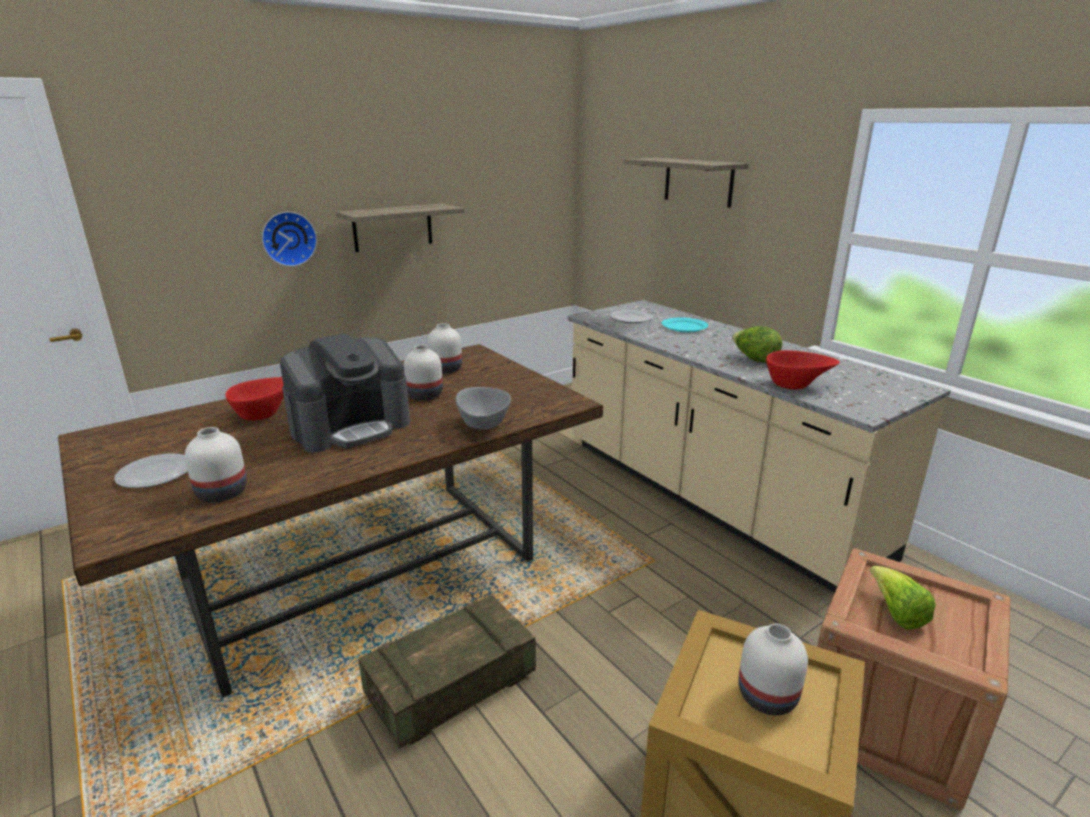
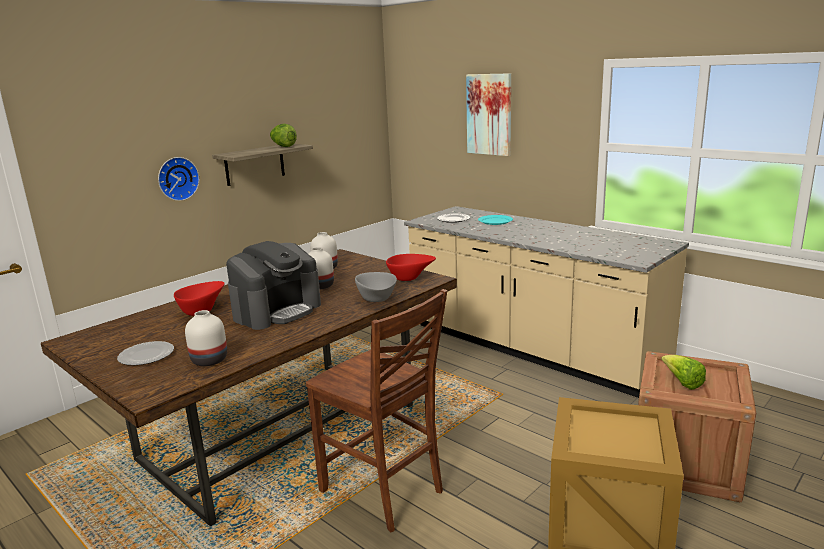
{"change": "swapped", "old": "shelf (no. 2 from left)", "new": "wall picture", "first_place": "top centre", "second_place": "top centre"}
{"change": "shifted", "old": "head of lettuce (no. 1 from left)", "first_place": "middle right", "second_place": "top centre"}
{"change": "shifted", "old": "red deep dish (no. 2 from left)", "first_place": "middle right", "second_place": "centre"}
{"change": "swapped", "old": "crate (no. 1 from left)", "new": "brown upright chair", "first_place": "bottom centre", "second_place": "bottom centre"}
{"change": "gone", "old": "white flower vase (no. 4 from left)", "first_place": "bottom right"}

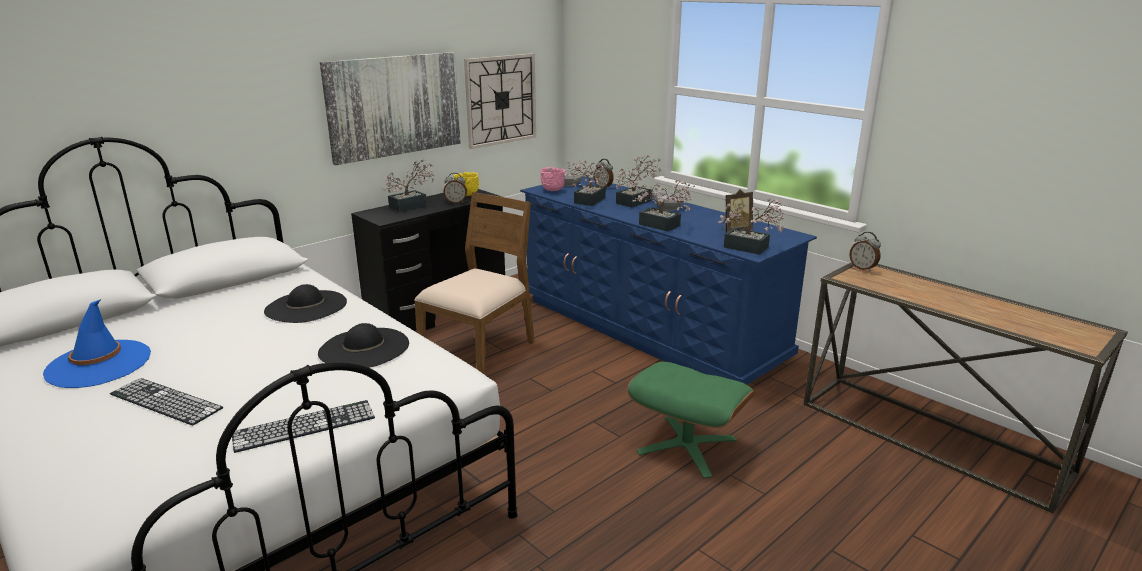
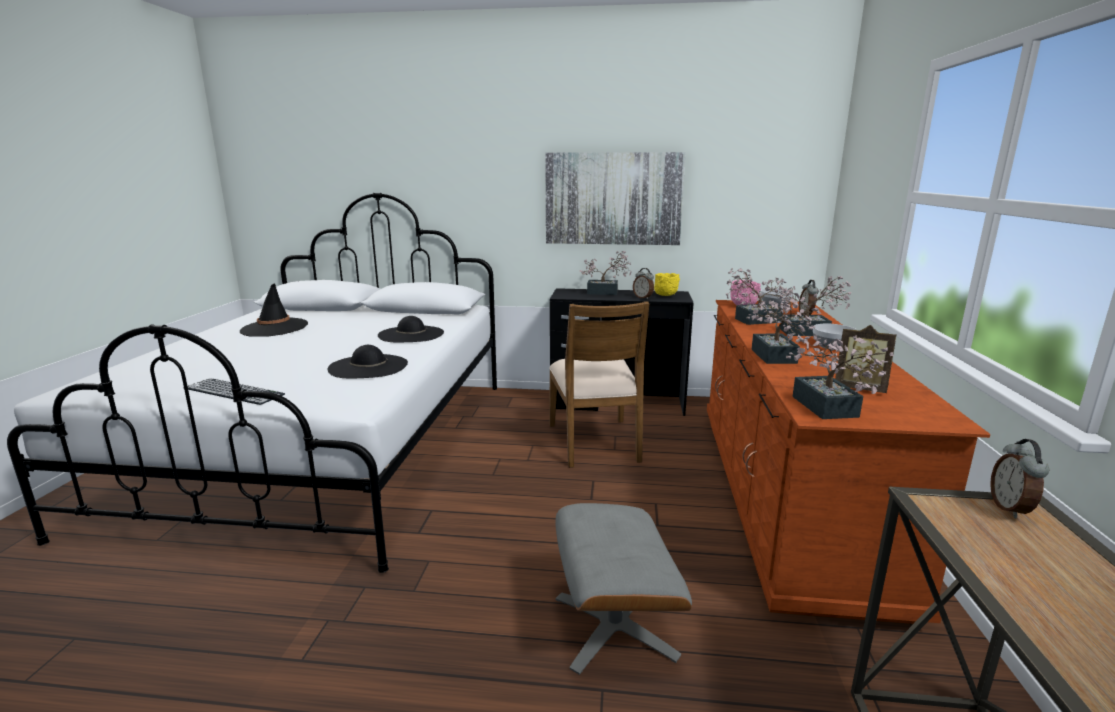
{"change": "gone", "old": "wall clock", "first_place": "top centre"}
{"change": "repainted", "old": "blue-coloured drawer chest", "new": "brown drawer chest", "first_place": "centre", "second_place": "middle right"}
{"change": "rotated", "old": "brown upright chair", "first_place": "centre", "second_place": "centre", "degrees": 90}
{"change": "repainted", "old": "blue-coloured hat", "new": "black hat (no. 1 from left)", "first_place": "middle left", "second_place": "middle left"}
{"change": "repainted", "old": "green pouffe", "new": "gray pouffe", "first_place": "bottom centre", "second_place": "bottom centre"}
{"change": "gone", "old": "PC keyboard (no. 1 from left)", "first_place": "bottom left"}

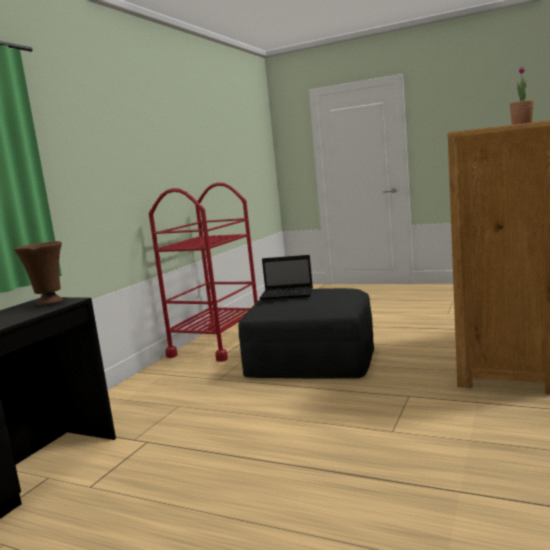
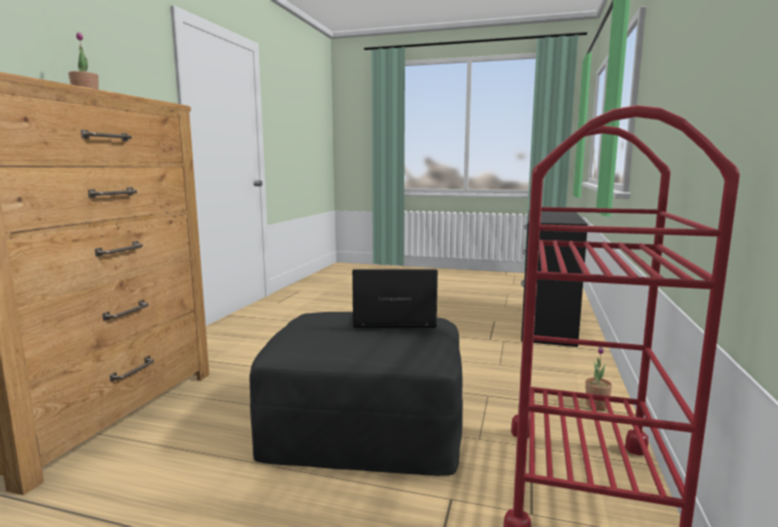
{"change": "gone", "old": "brown flower vase", "first_place": "middle left"}
{"change": "new", "new": "potted plant (no. 2 from left)", "second_place": "bottom right"}

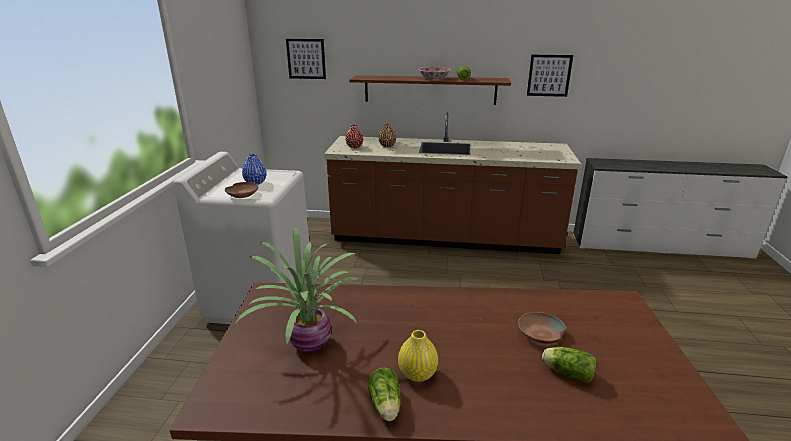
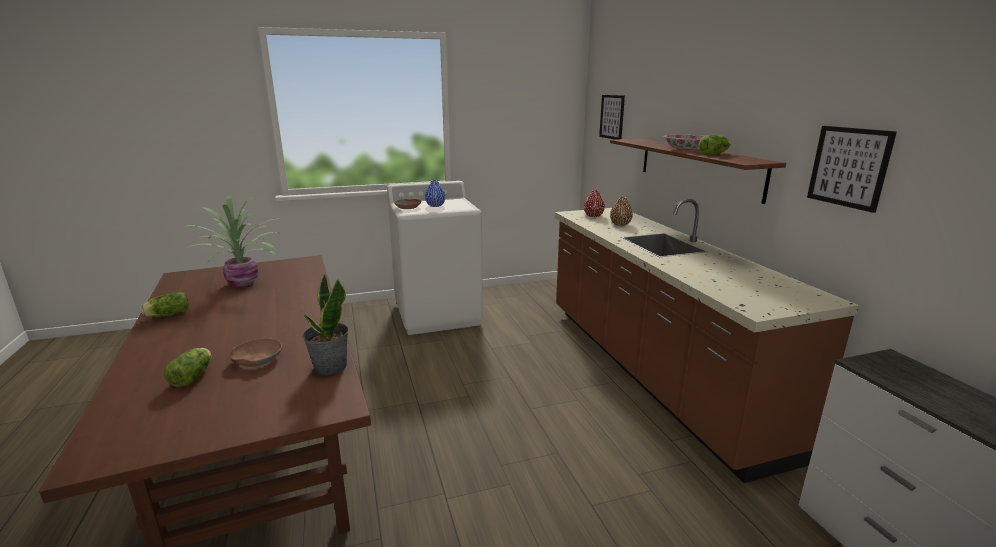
{"change": "gone", "old": "yellow-coloured flower vase", "first_place": "bottom centre"}
{"change": "new", "new": "potted plant (no. 2 from left)", "second_place": "middle left"}

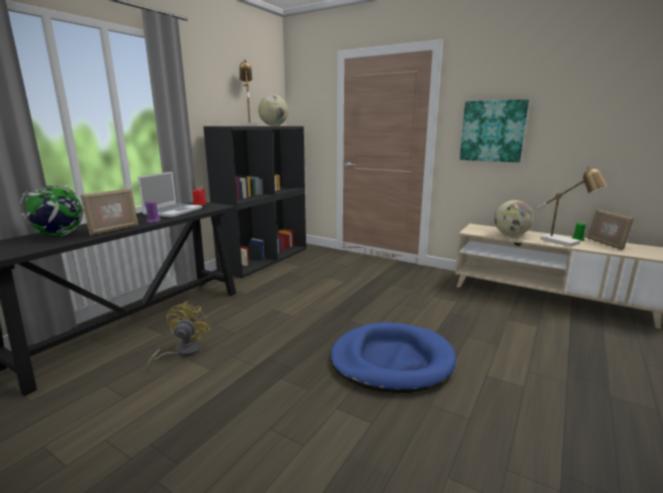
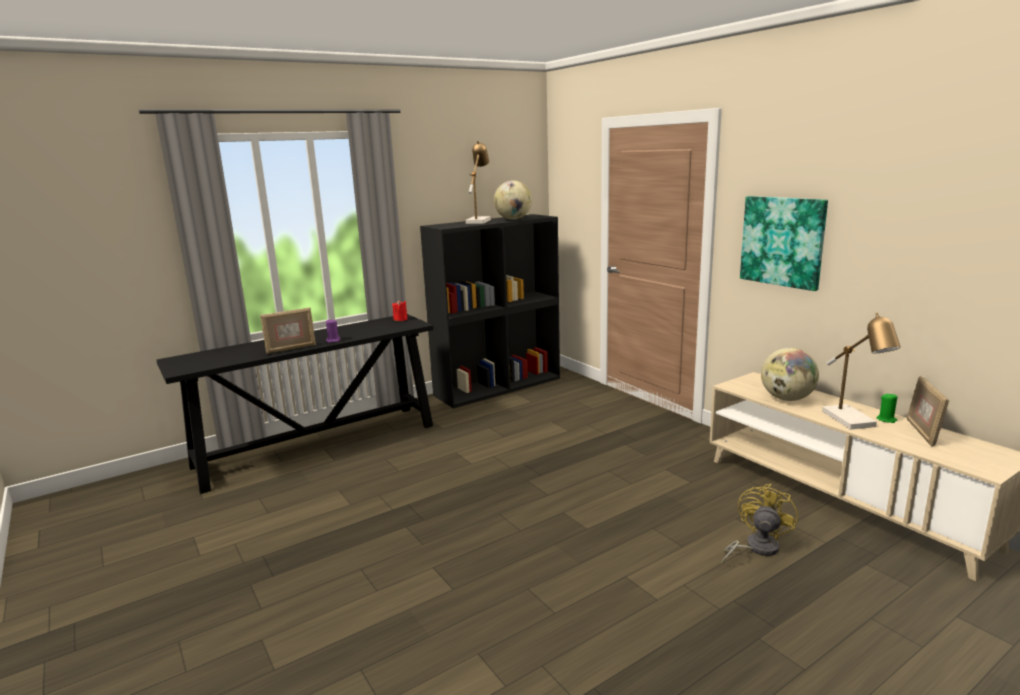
{"change": "gone", "old": "laptop", "first_place": "middle left"}
{"change": "gone", "old": "world globe (no. 1 from left)", "first_place": "middle left"}
{"change": "shifted", "old": "yellow-coloured electric fan", "first_place": "bottom left", "second_place": "bottom right"}
{"change": "gone", "old": "blue-coloured pet bed", "first_place": "bottom centre"}

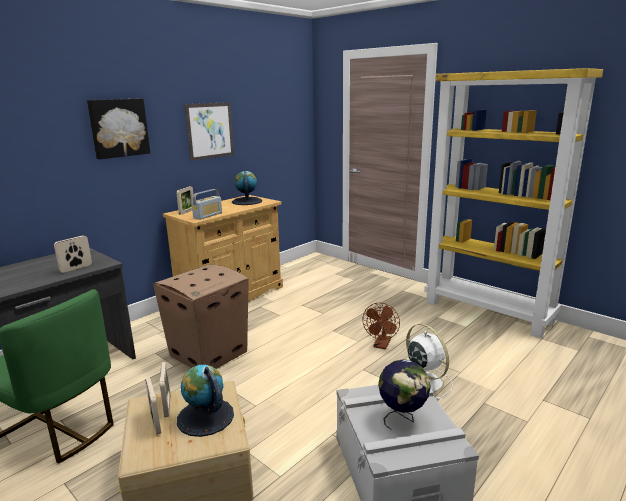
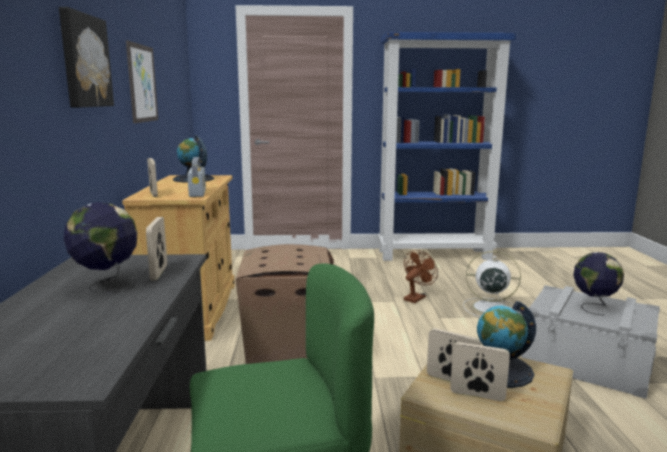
{"change": "repainted", "old": "yellow-coloured shelving unit", "new": "blue-coloured shelving unit", "first_place": "middle right", "second_place": "top right"}
{"change": "rotated", "old": "brown electric fan", "first_place": "centre", "second_place": "centre", "degrees": -120}
{"change": "new", "new": "world globe (no. 1 from left)", "second_place": "middle left"}

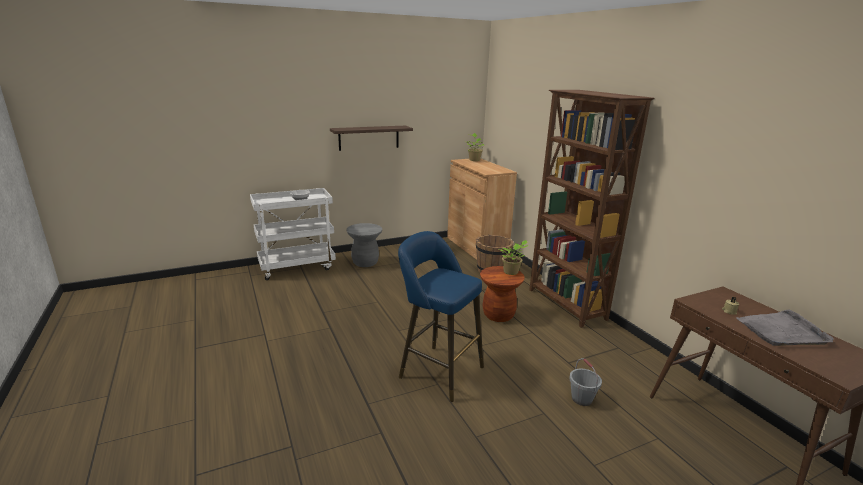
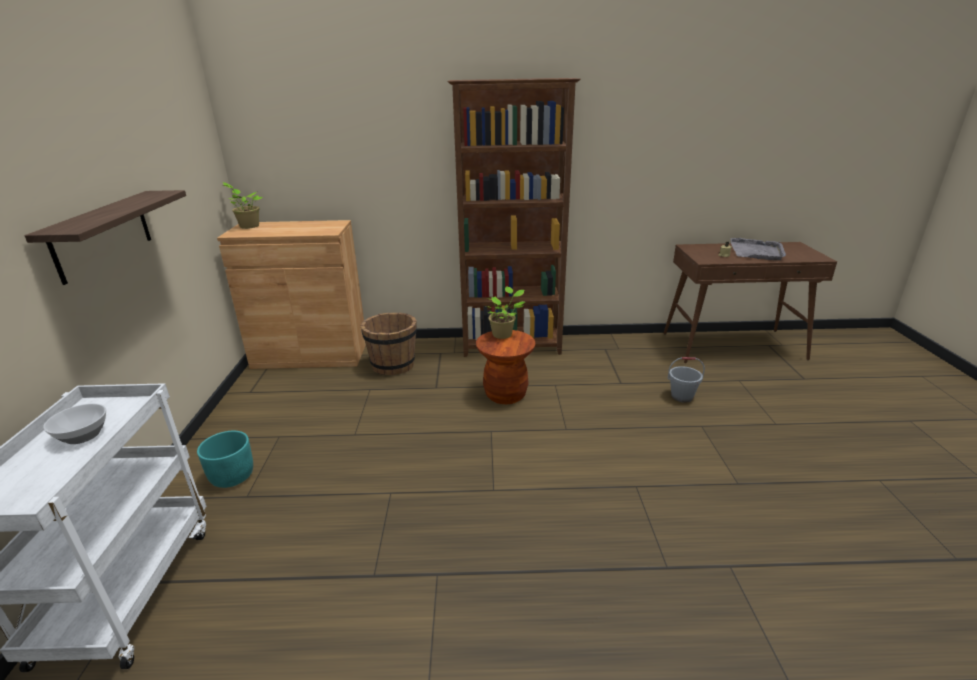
{"change": "swapped", "old": "gray stool seat", "new": "turquoise plant pot", "first_place": "centre", "second_place": "bottom left"}
{"change": "gone", "old": "blue-coloured stool seat", "first_place": "centre"}

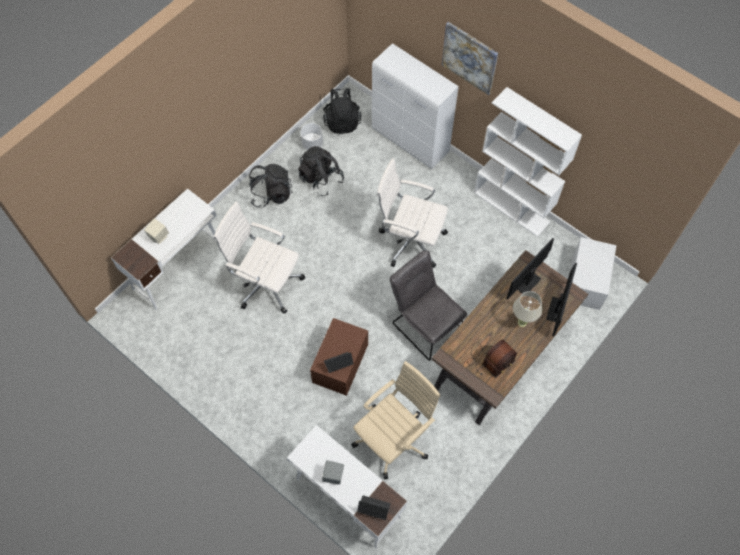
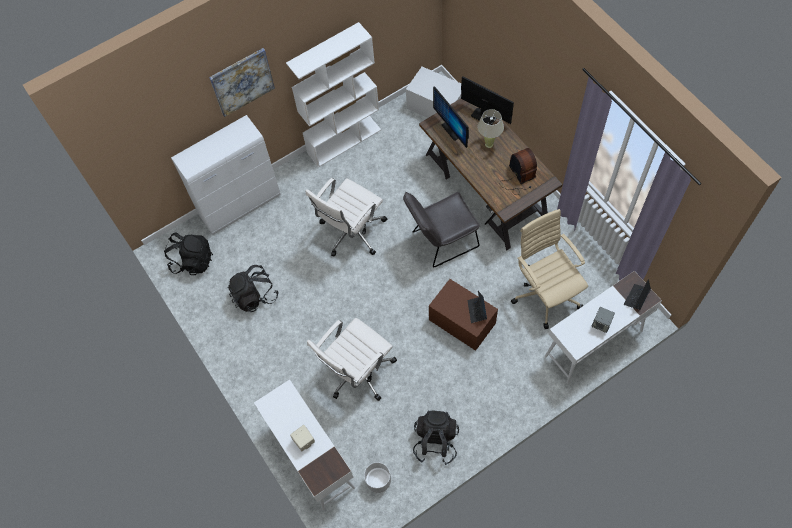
{"change": "shifted", "old": "white plant pot", "first_place": "top centre", "second_place": "bottom centre"}
{"change": "shifted", "old": "black rucksack (no. 1 from left in the first image)", "new": "black rucksack (no. 3 from left)", "first_place": "centre", "second_place": "bottom centre"}

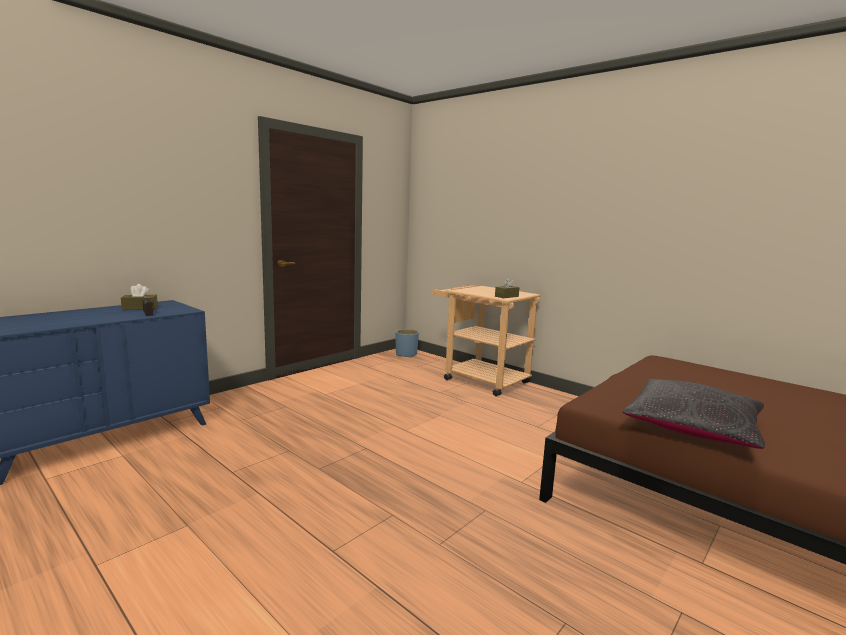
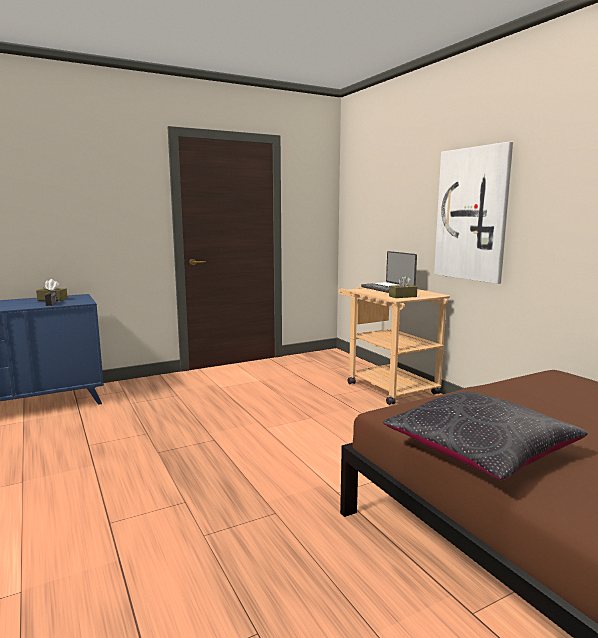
{"change": "gone", "old": "blue-coloured plant pot", "first_place": "centre"}
{"change": "new", "new": "wall picture", "second_place": "middle right"}
{"change": "new", "new": "laptop", "second_place": "centre"}

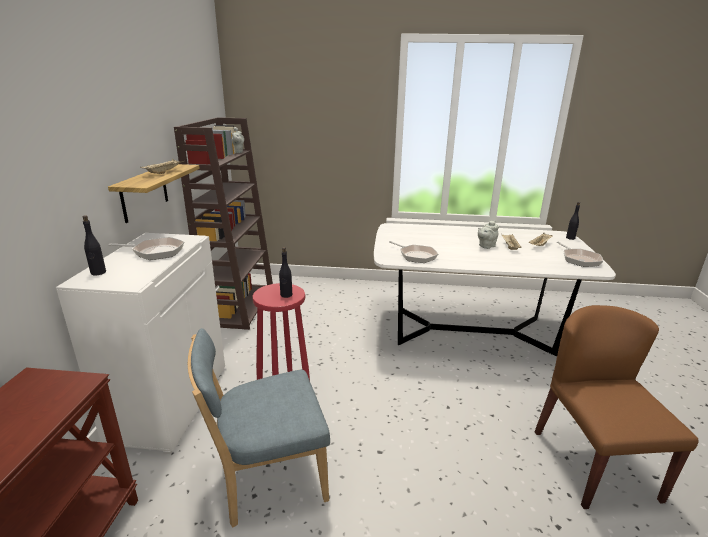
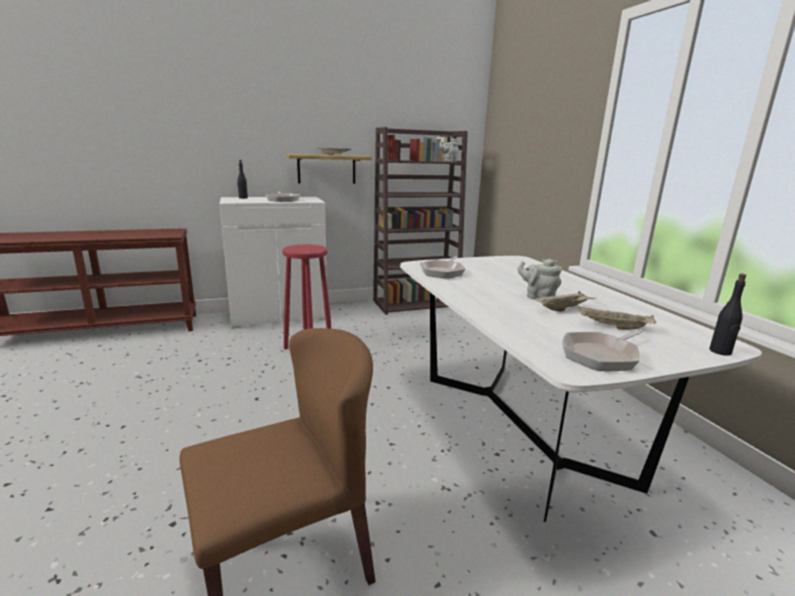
{"change": "gone", "old": "black bottle (no. 2 from left)", "first_place": "centre"}
{"change": "gone", "old": "blue-coloured upright chair", "first_place": "bottom centre"}

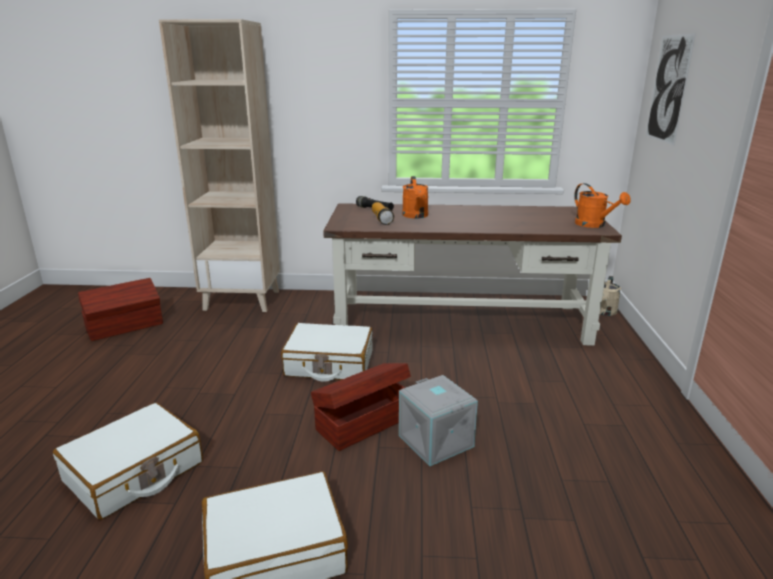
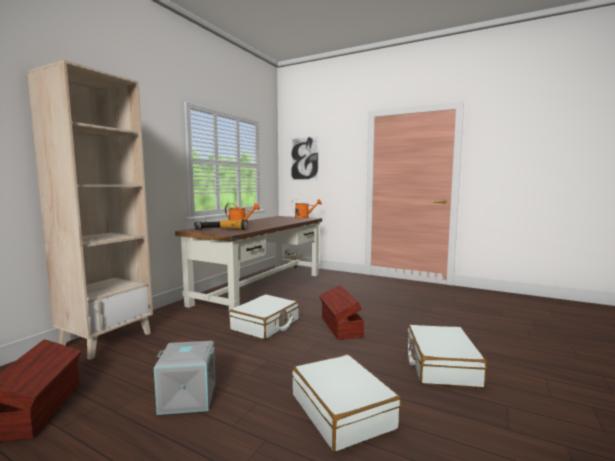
{"change": "shifted", "old": "gray storage box", "first_place": "bottom centre", "second_place": "bottom left"}

